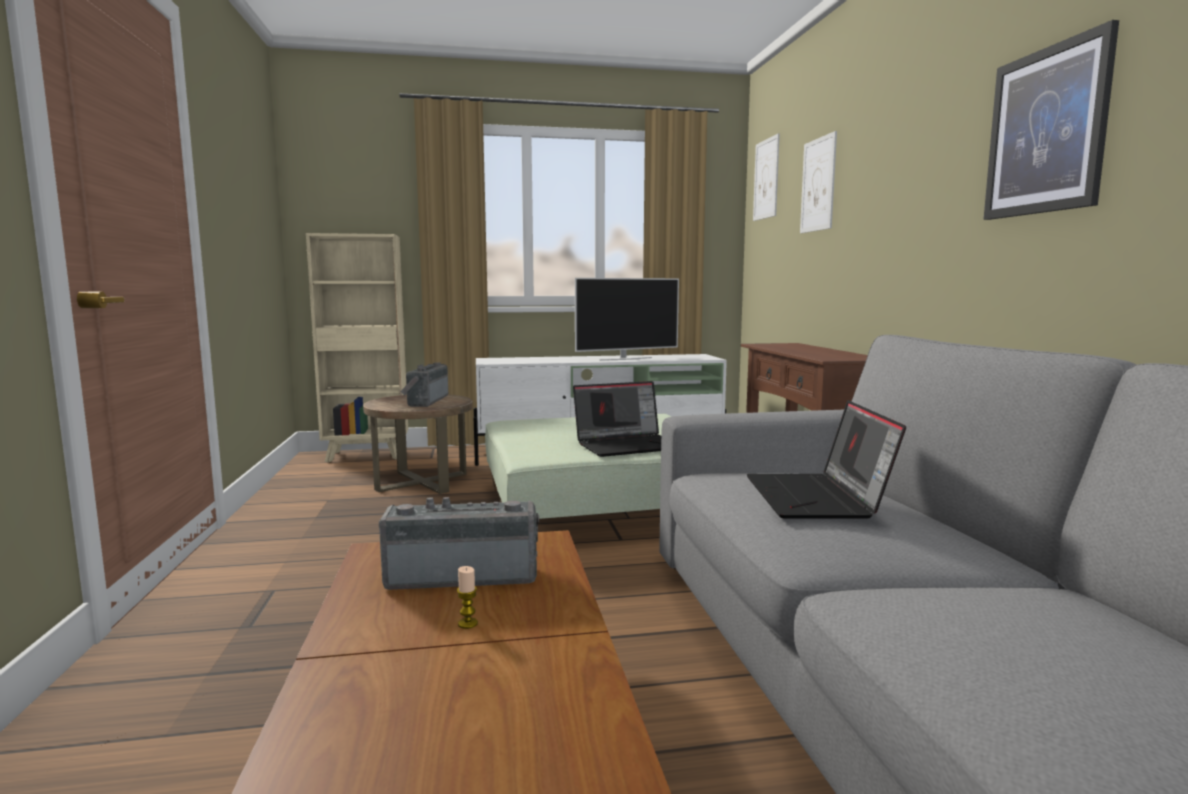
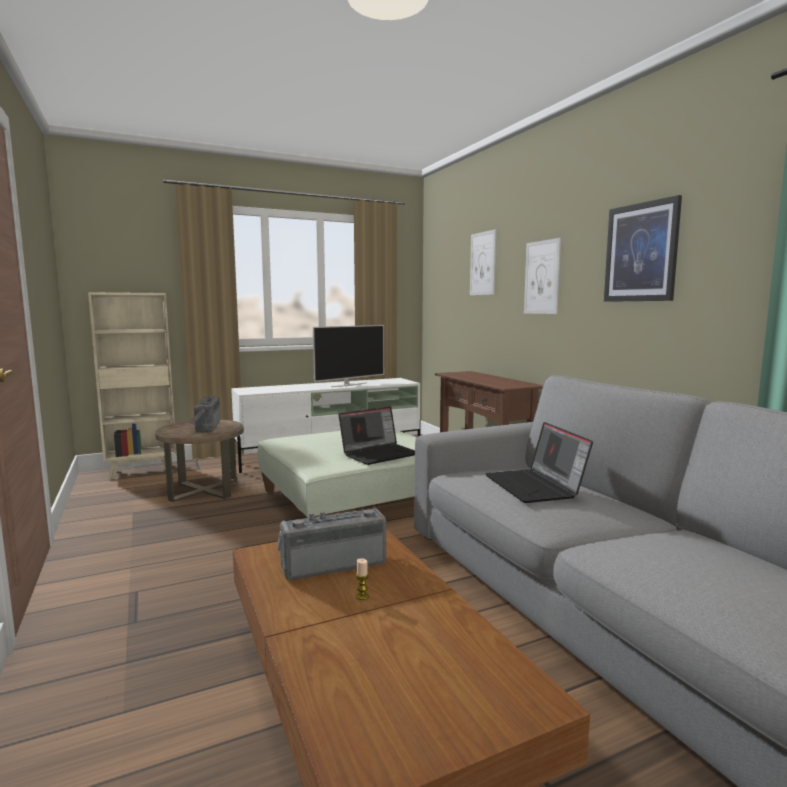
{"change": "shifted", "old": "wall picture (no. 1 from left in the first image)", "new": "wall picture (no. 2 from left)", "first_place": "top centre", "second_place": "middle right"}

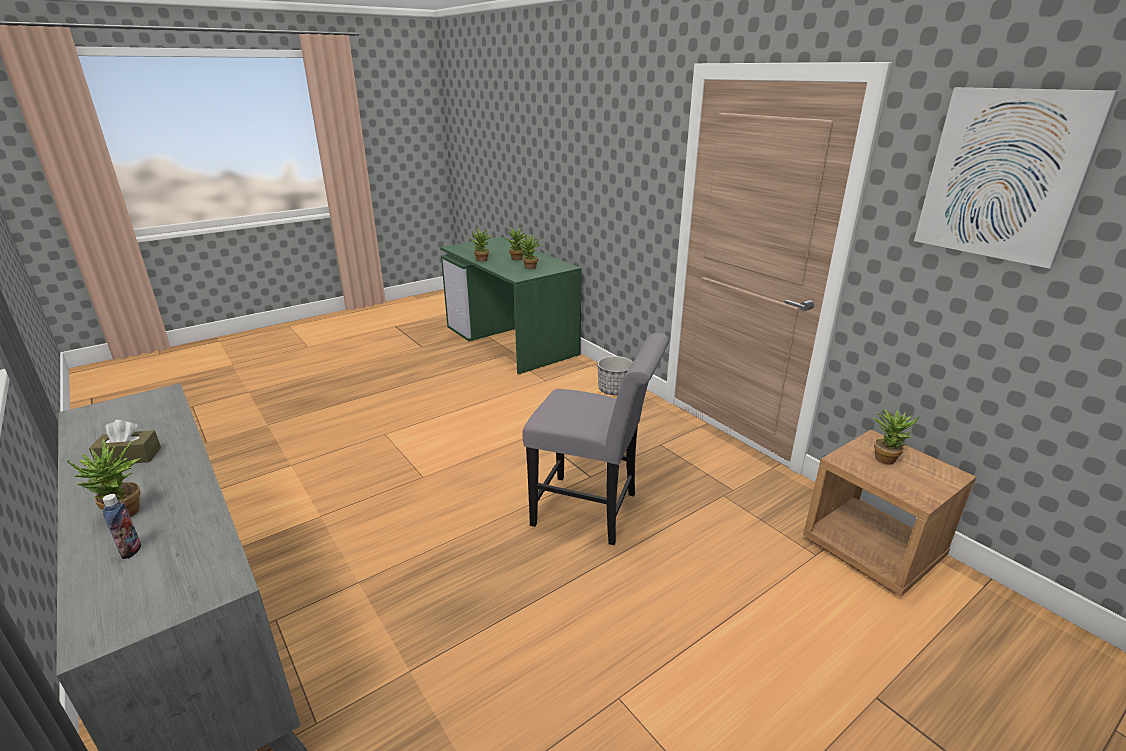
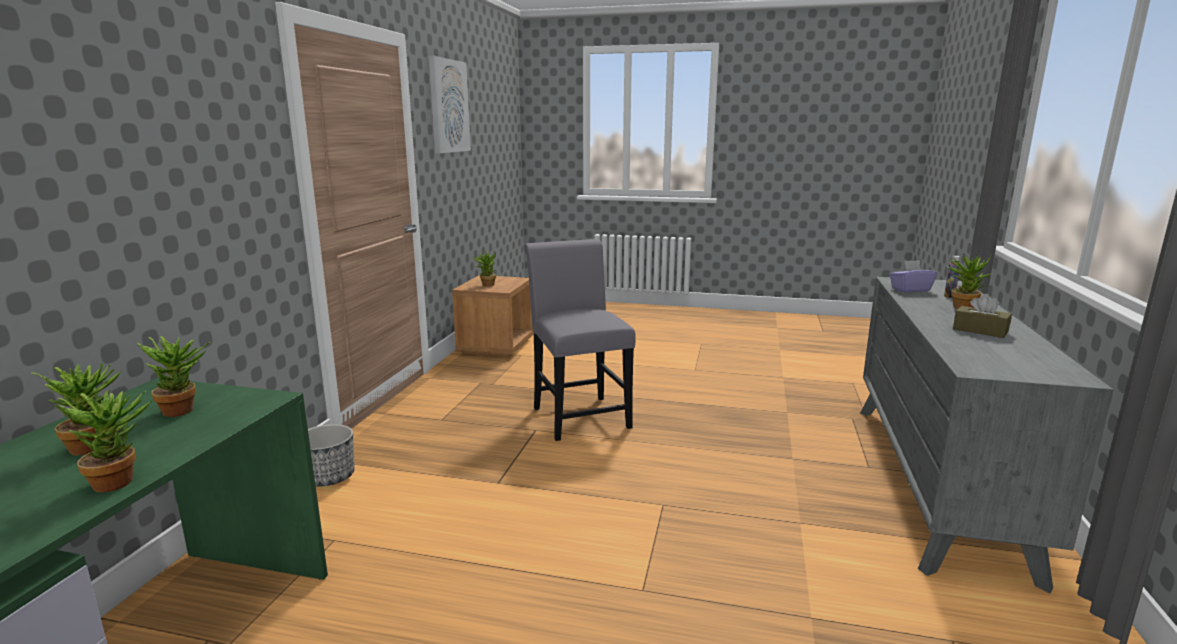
{"change": "new", "new": "purple-coloured tissue holder", "second_place": "middle right"}

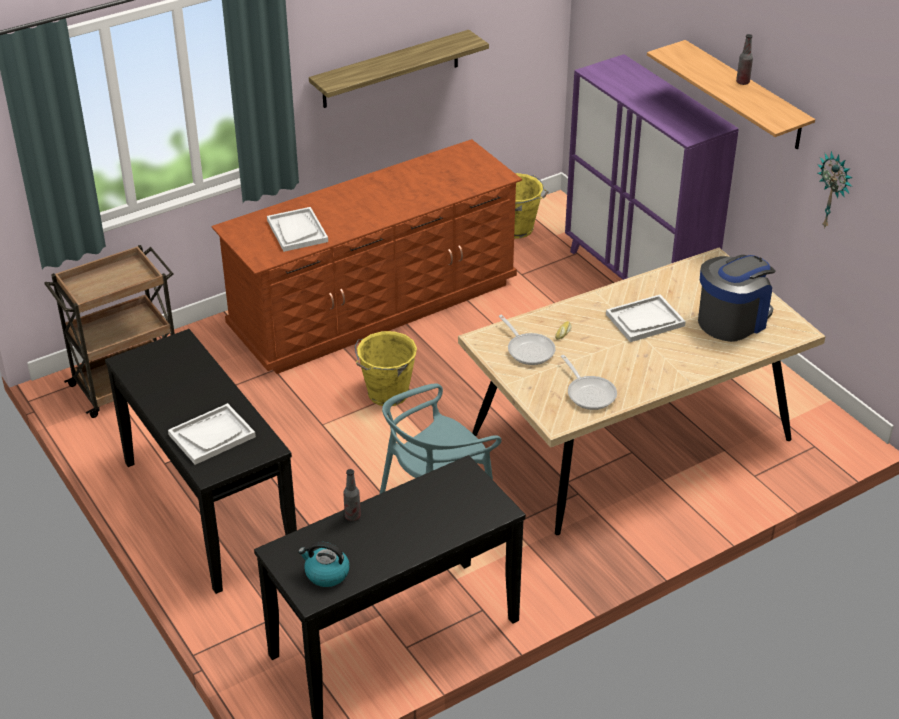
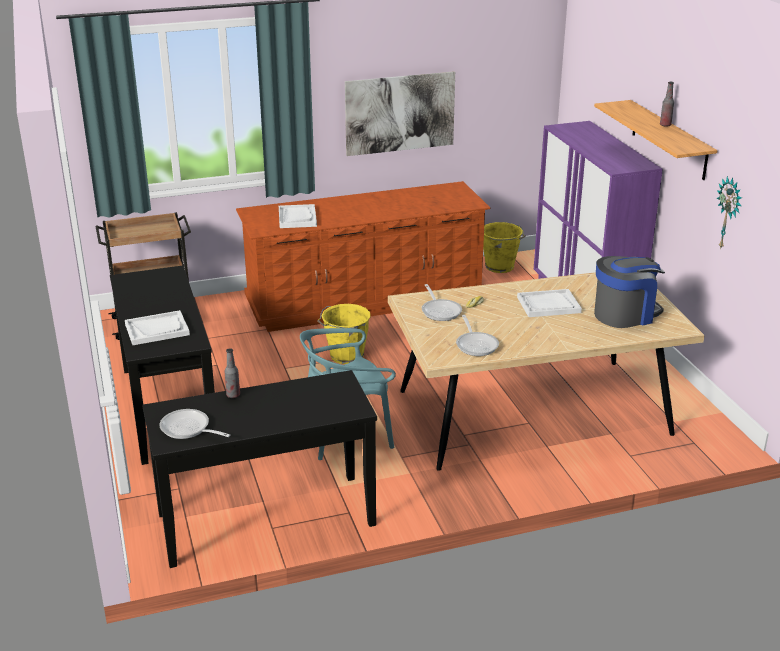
{"change": "swapped", "old": "shelf (no. 1 from left)", "new": "wall picture", "first_place": "top centre", "second_place": "top centre"}
{"change": "swapped", "old": "kettle", "new": "skillet (no. 1 from left)", "first_place": "bottom centre", "second_place": "middle left"}

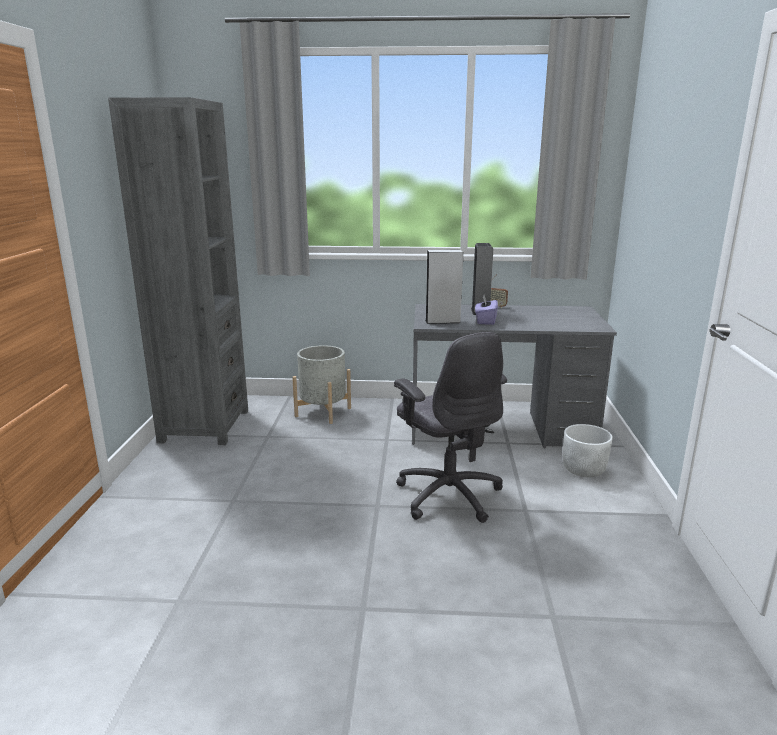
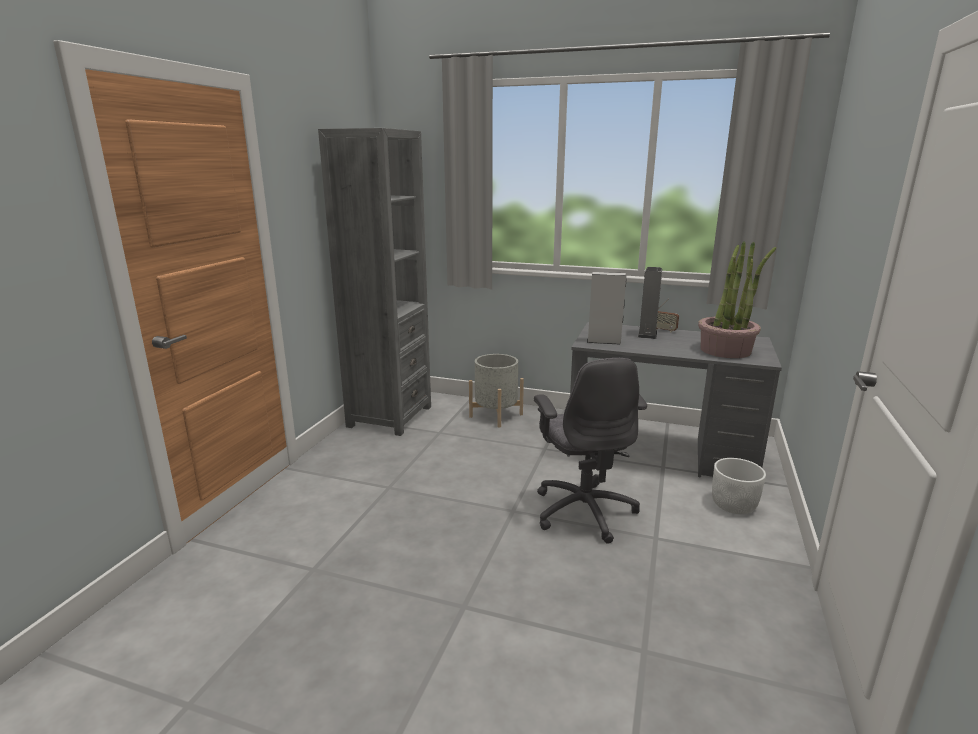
{"change": "gone", "old": "purple-coloured tissue holder", "first_place": "centre"}
{"change": "new", "new": "potted plant", "second_place": "middle right"}

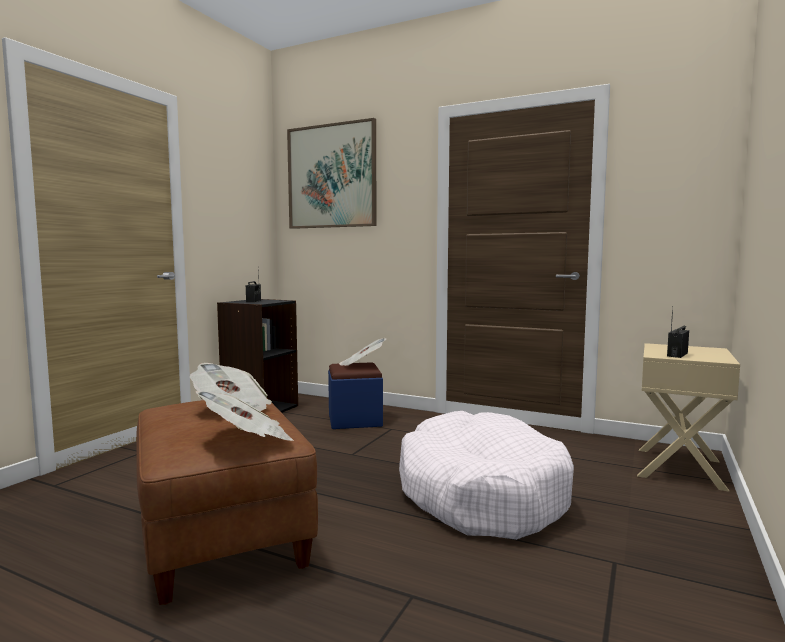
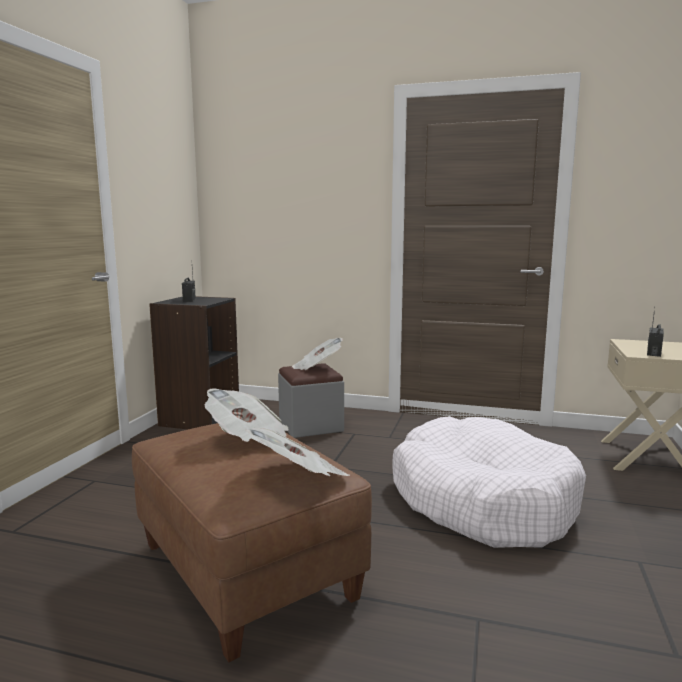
{"change": "gone", "old": "wall picture", "first_place": "top centre"}
{"change": "repainted", "old": "blue-coloured pouffe", "new": "gray pouffe", "first_place": "centre", "second_place": "centre"}

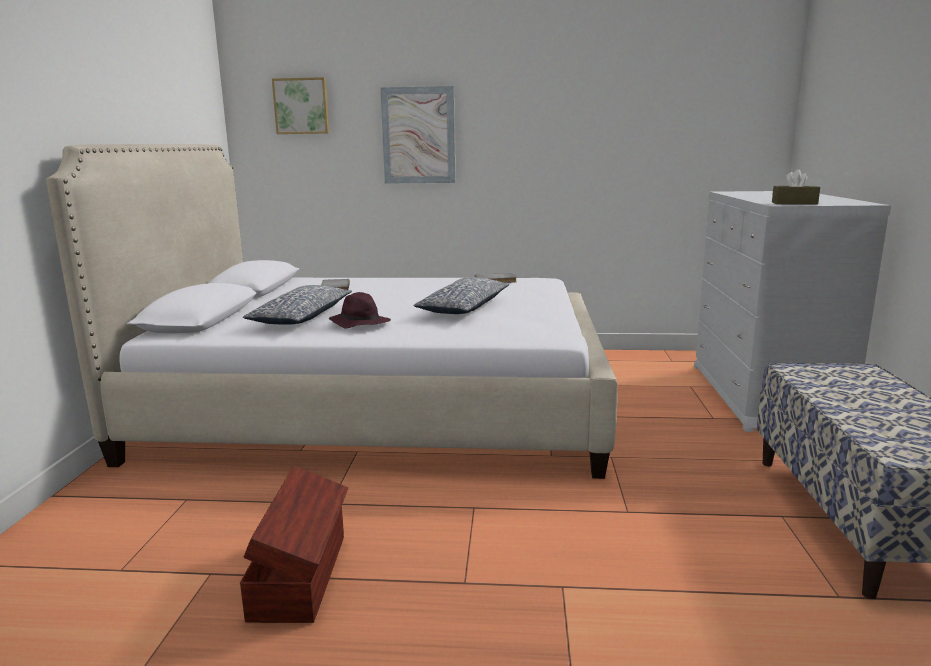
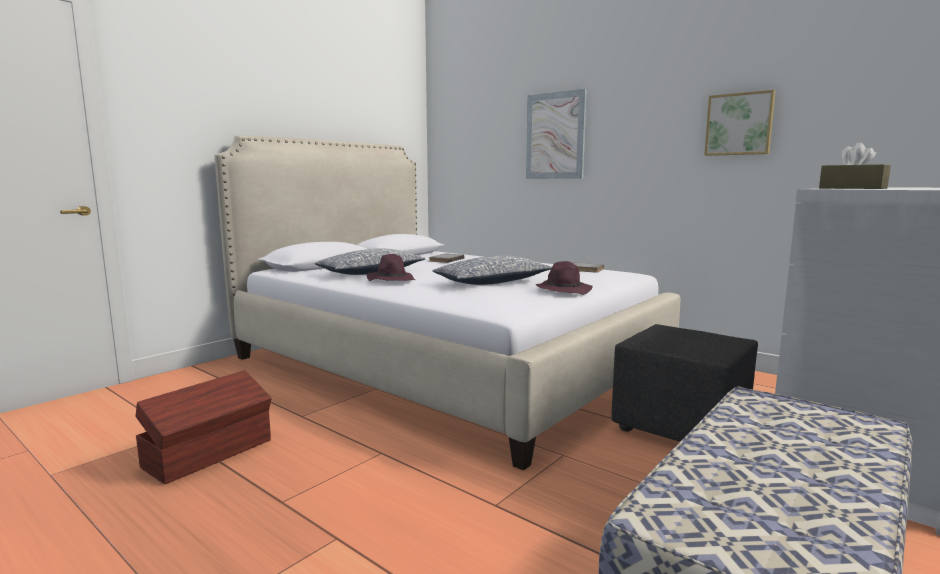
{"change": "shifted", "old": "wall picture (no. 1 from left in the first image)", "new": "wall picture (no. 2 from left)", "first_place": "top left", "second_place": "top right"}
{"change": "new", "new": "purple-coloured hat (no. 2 from left)", "second_place": "centre"}
{"change": "new", "new": "black pouffe", "second_place": "bottom right"}

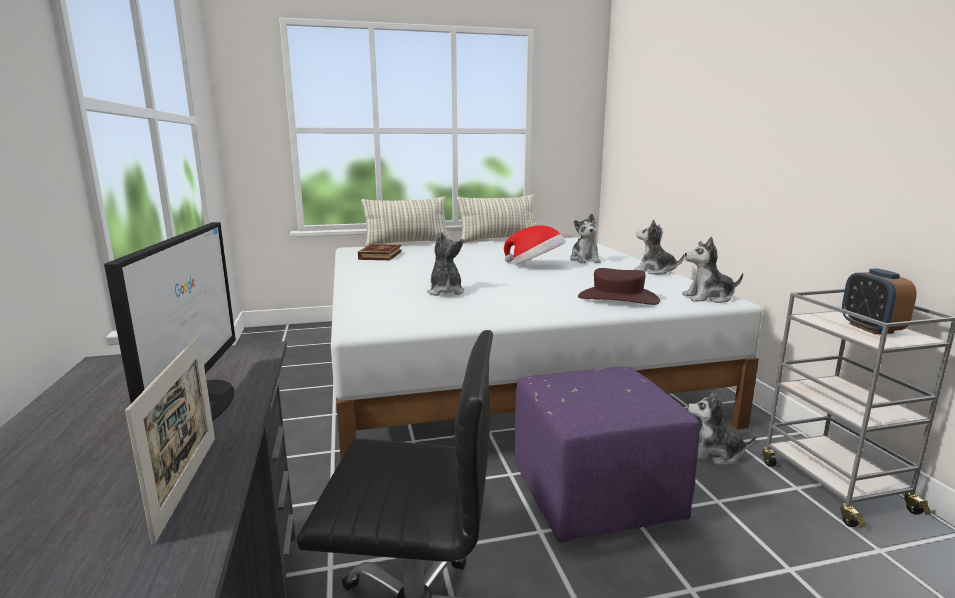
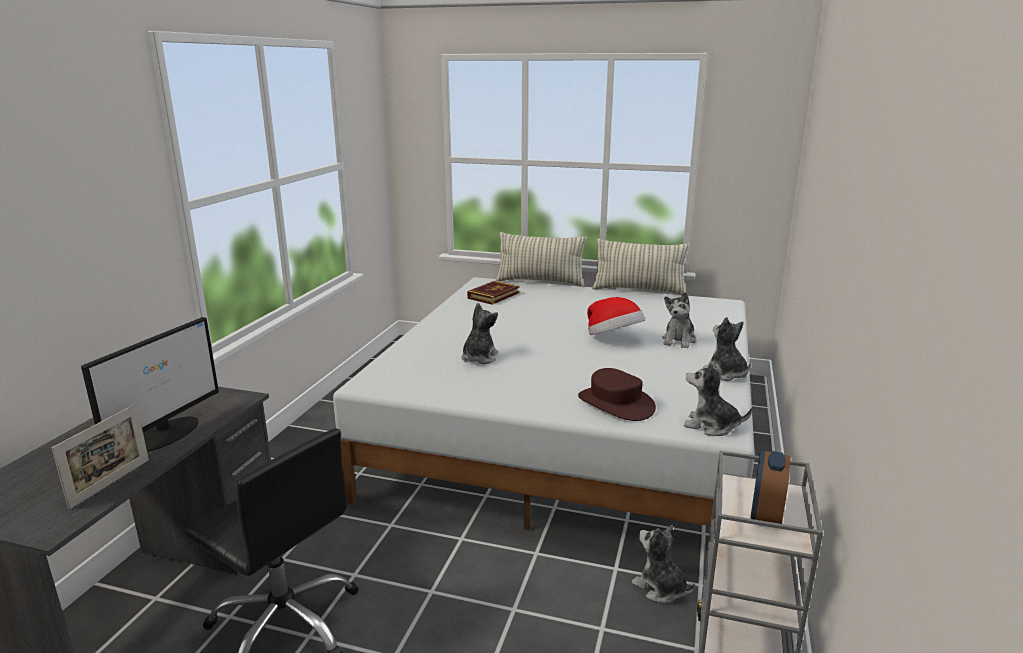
{"change": "gone", "old": "purple-coloured pouffe", "first_place": "bottom centre"}

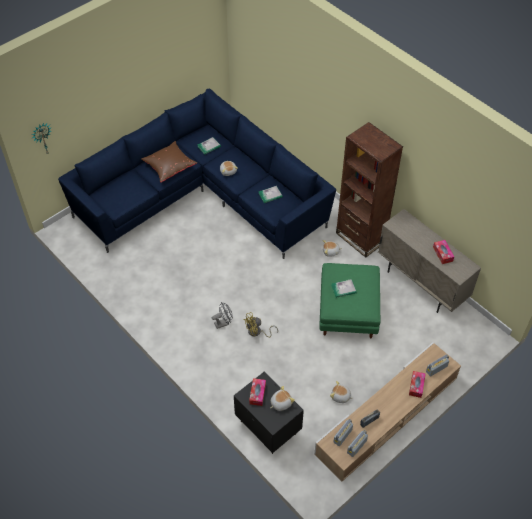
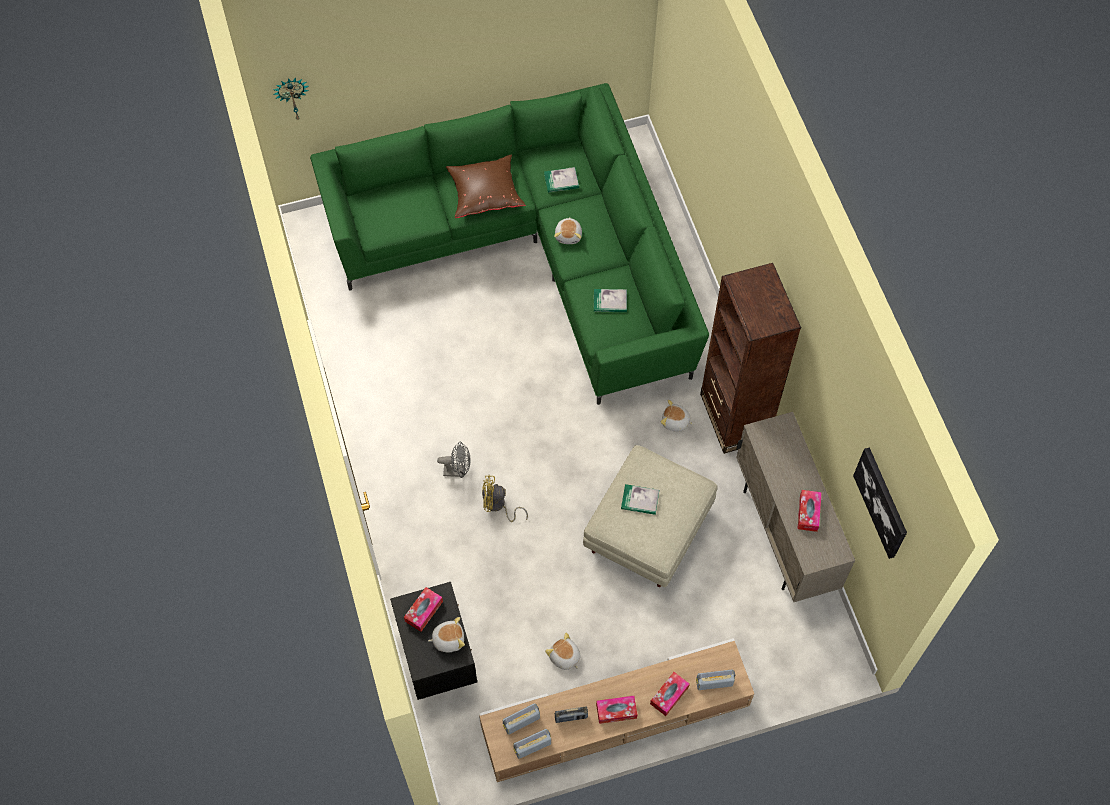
{"change": "repainted", "old": "blue-coloured couch", "new": "green couch", "first_place": "centre", "second_place": "top centre"}
{"change": "repainted", "old": "green pouffe", "new": "sand-coloured pouffe", "first_place": "centre", "second_place": "centre"}
{"change": "new", "new": "wall picture", "second_place": "middle right"}
{"change": "new", "new": "tissue holder (no. 2 from left)", "second_place": "bottom centre"}

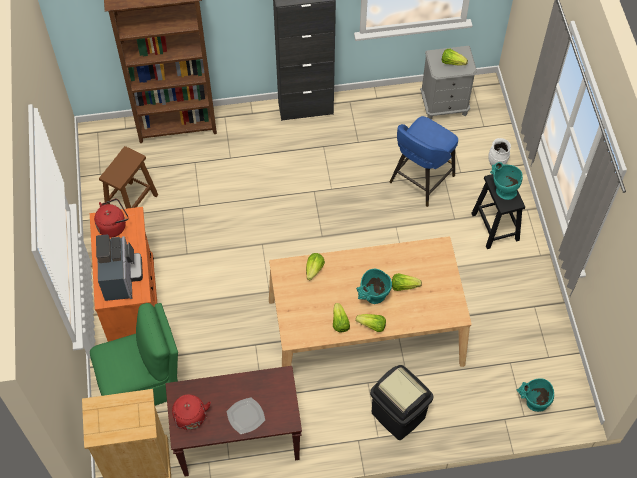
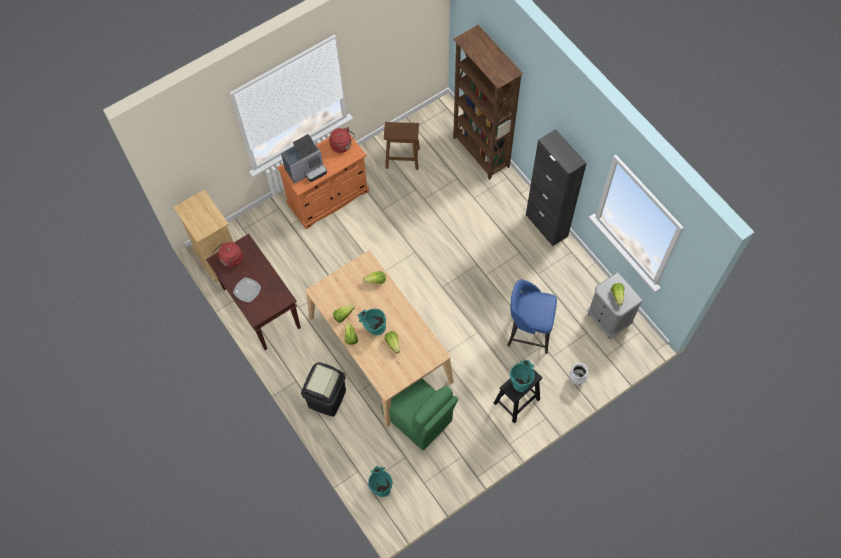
{"change": "shifted", "old": "green upright chair", "first_place": "bottom left", "second_place": "bottom centre"}

